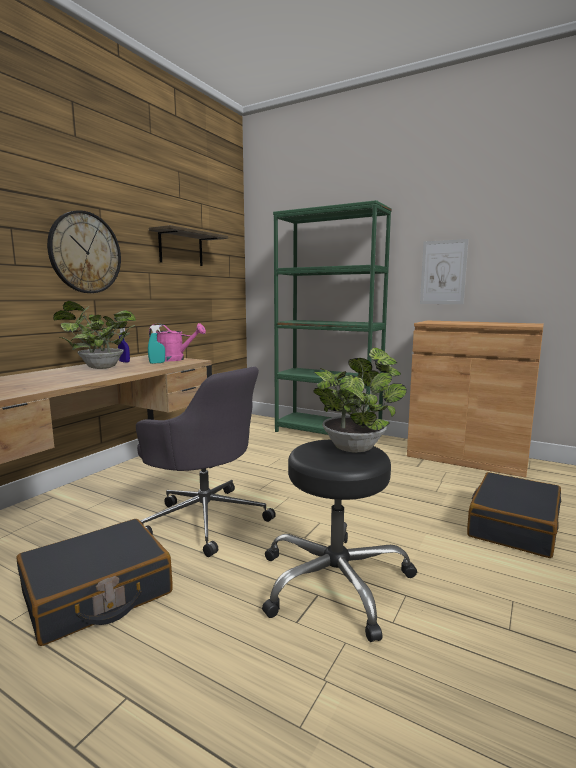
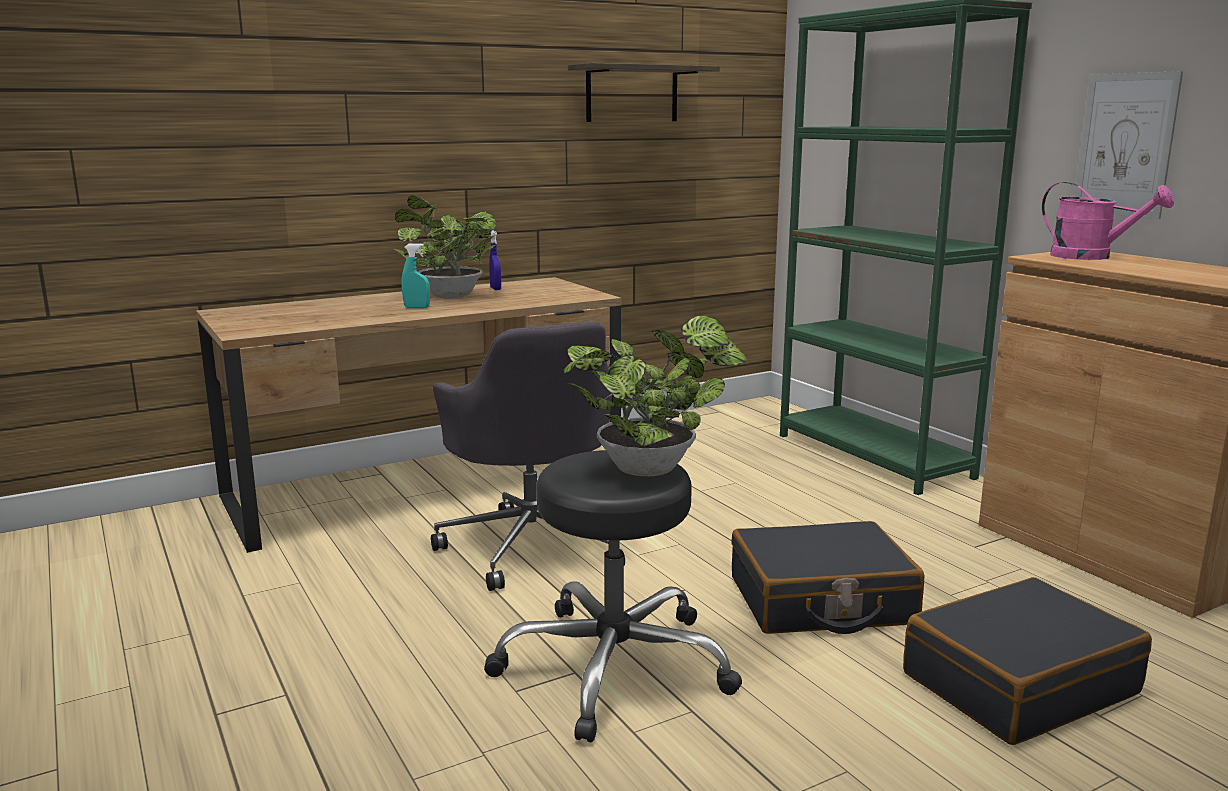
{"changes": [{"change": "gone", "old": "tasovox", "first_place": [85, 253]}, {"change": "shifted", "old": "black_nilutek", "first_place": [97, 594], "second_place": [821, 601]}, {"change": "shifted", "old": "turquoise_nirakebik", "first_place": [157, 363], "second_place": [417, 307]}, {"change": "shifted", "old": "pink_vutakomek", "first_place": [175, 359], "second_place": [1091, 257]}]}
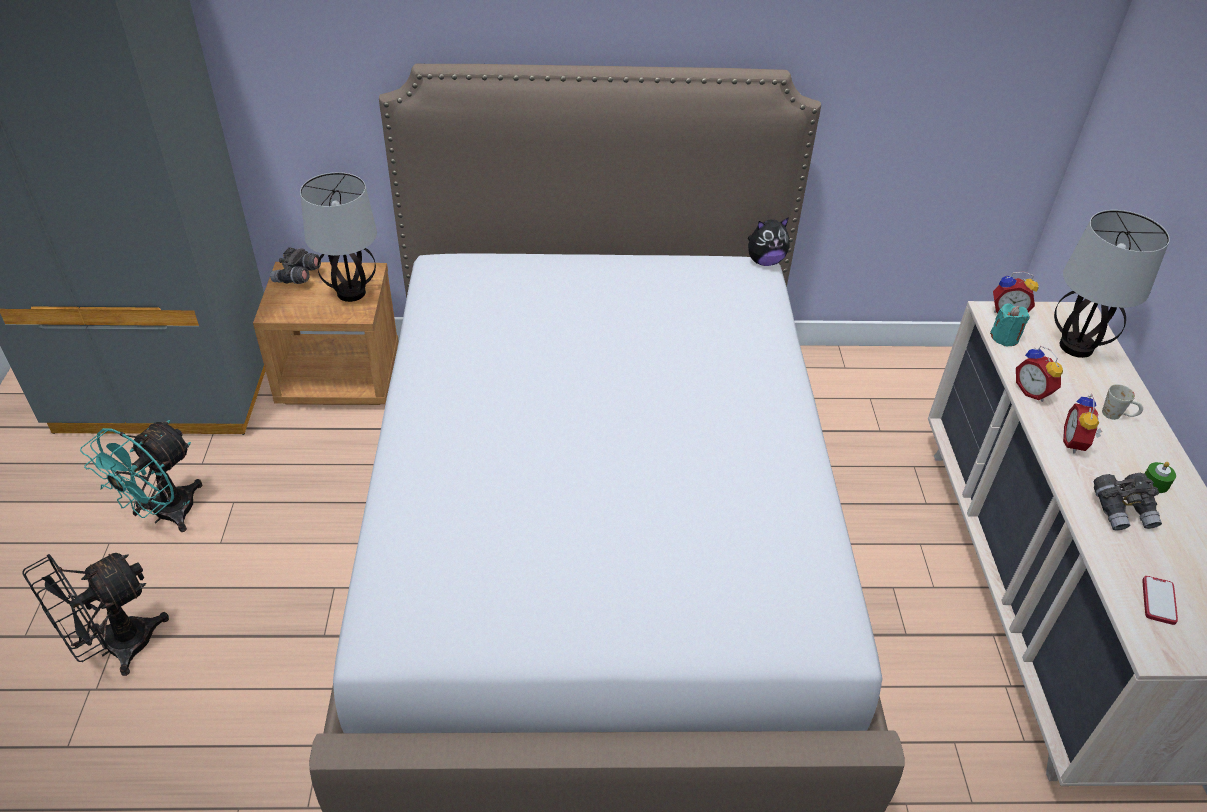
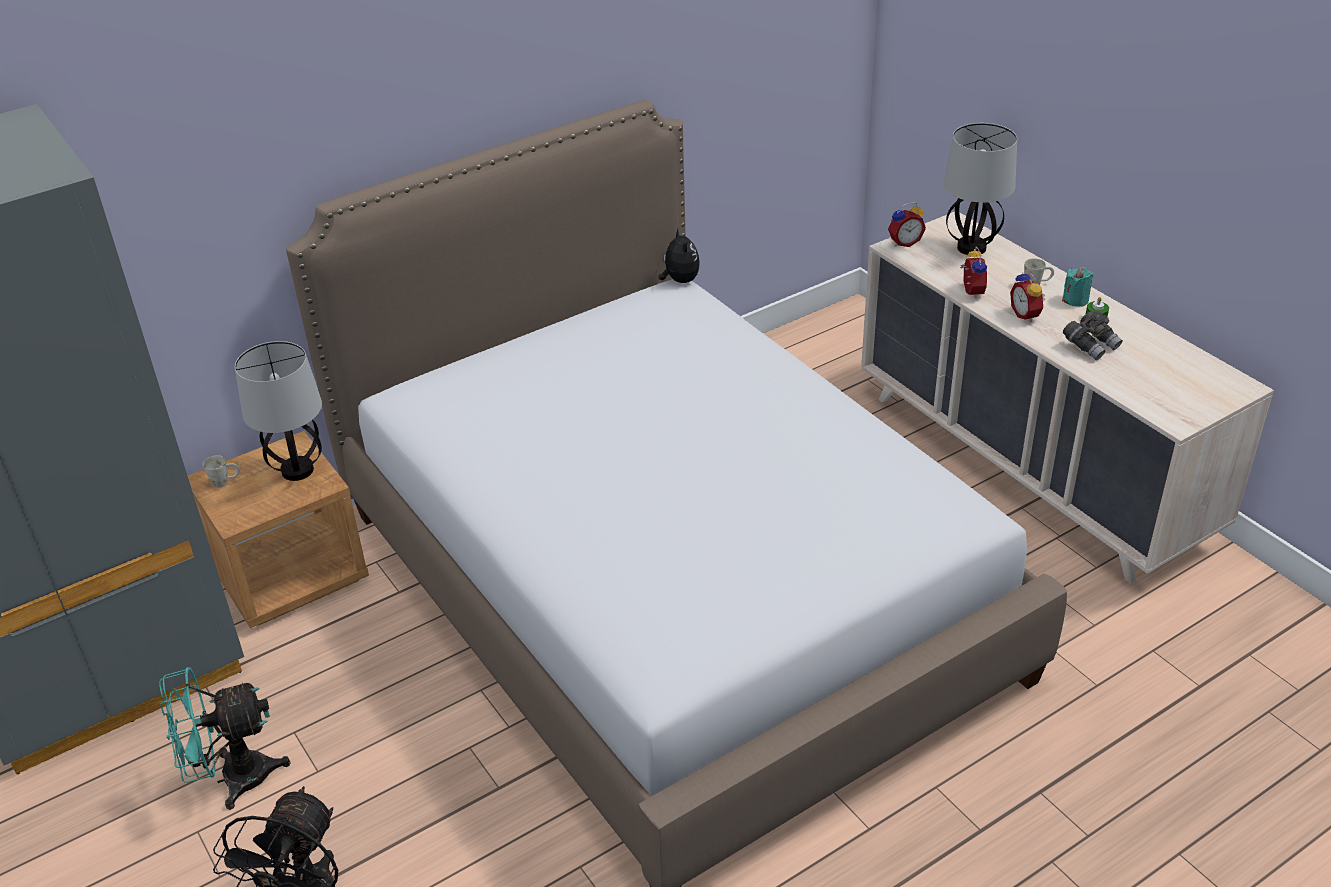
{"changes": [{"change": "gone", "old": "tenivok", "first_place": [1158, 601]}, {"change": "shifted", "old": "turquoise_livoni", "first_place": [1004, 338], "second_place": [1075, 300]}, {"change": "swapped", "old": "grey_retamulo", "new": "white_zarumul", "first_place": [297, 278], "second_place": [225, 481]}, {"change": "rotated", "old": "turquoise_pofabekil", "first_place": [165, 515], "second_place": [232, 779], "degrees": 75}, {"change": "rotated", "old": "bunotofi", "first_place": [765, 261], "second_place": [680, 280], "degrees": -60}, {"change": "rotated", "old": "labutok", "first_place": [1033, 392], "second_place": [970, 292], "degrees": -120}]}
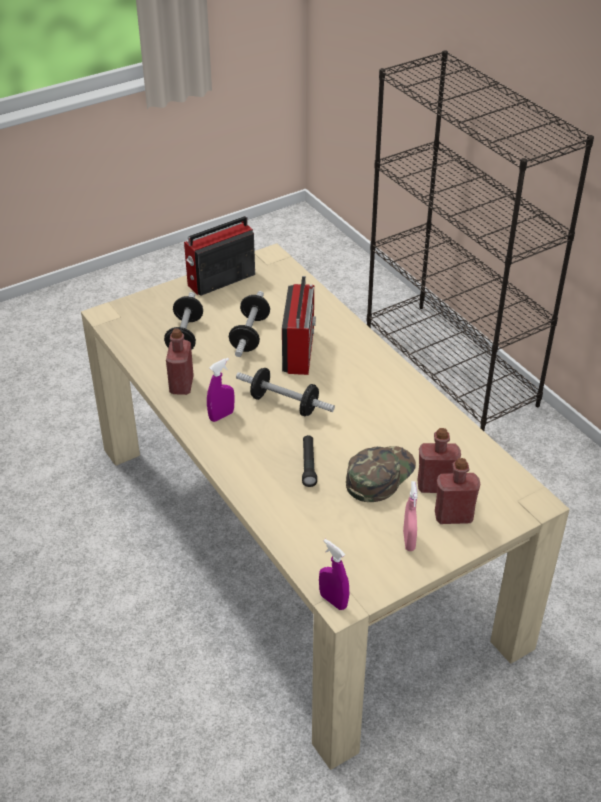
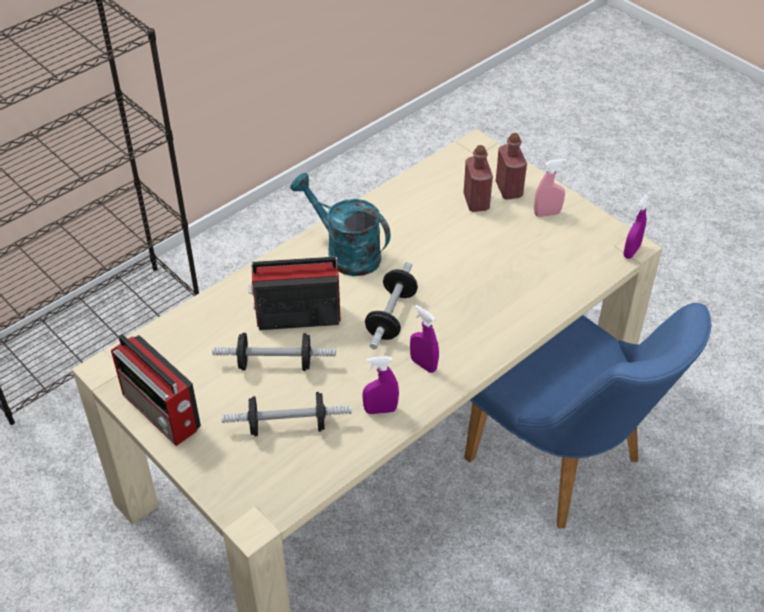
{"changes": [{"change": "gone", "old": "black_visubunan", "first_place": [308, 465]}, {"change": "gone", "old": "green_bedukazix", "first_place": [379, 475]}, {"change": "new", "new": "turquoise_vutakomek", "second_place": [345, 252]}, {"change": "new", "new": "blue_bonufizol", "second_place": [566, 466]}, {"change": "swapped", "old": "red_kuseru", "new": "purple_nirakebik", "first_place": [181, 385], "second_place": [380, 410]}]}
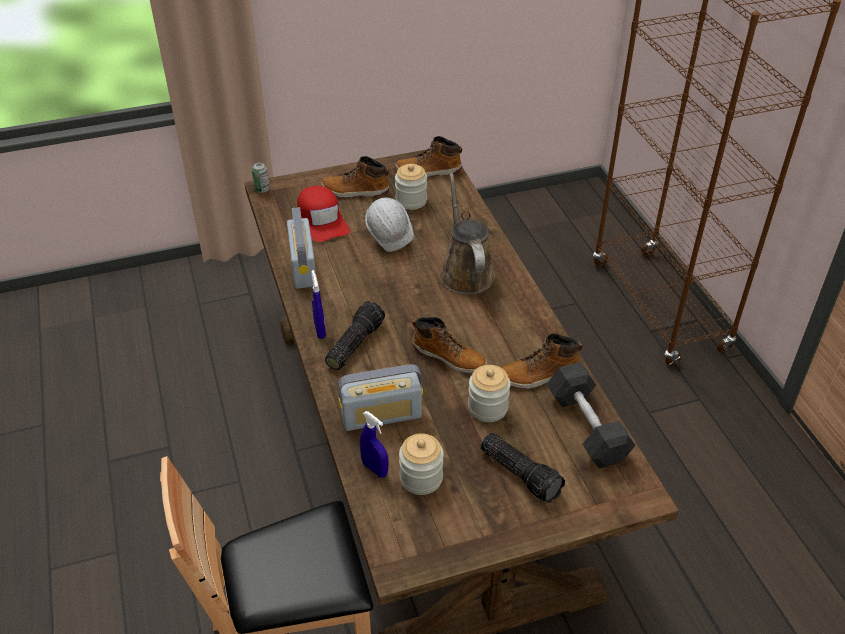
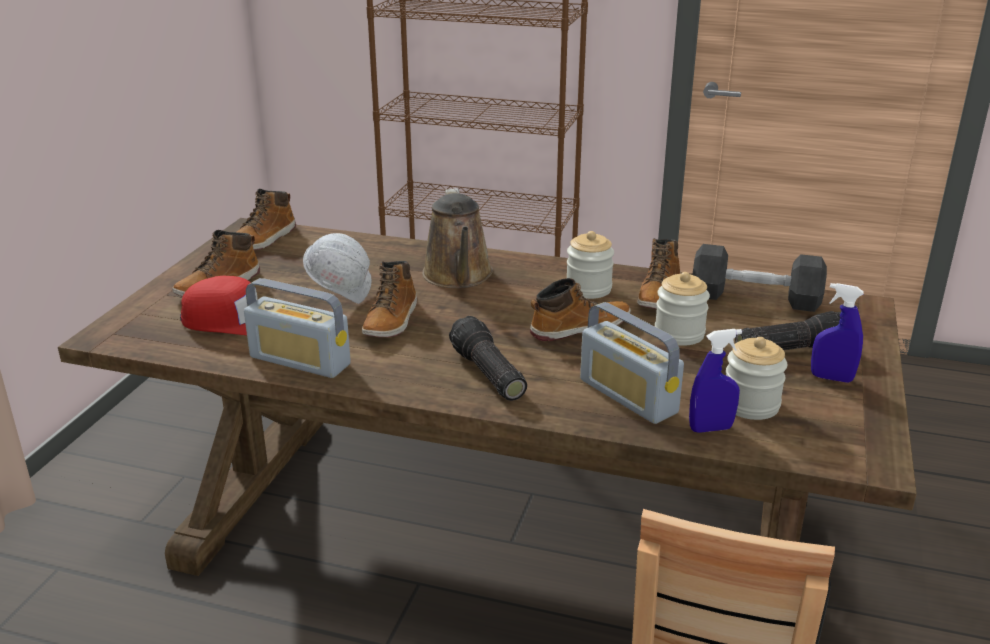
{"changes": [{"change": "gone", "old": "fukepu", "first_place": [262, 189]}, {"change": "new", "new": "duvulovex", "second_place": [392, 321]}, {"change": "shifted", "old": "blue_nirakebik", "first_place": [320, 330], "second_place": [831, 378]}, {"change": "shifted", "old": "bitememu", "first_place": [411, 201], "second_place": [588, 289]}, {"change": "rotated", "old": "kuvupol", "first_place": [381, 416], "second_place": [628, 396], "degrees": 120}, {"change": "rotated", "old": "brown_vutakomek", "first_place": [465, 272], "second_place": [458, 276], "degrees": -120}]}
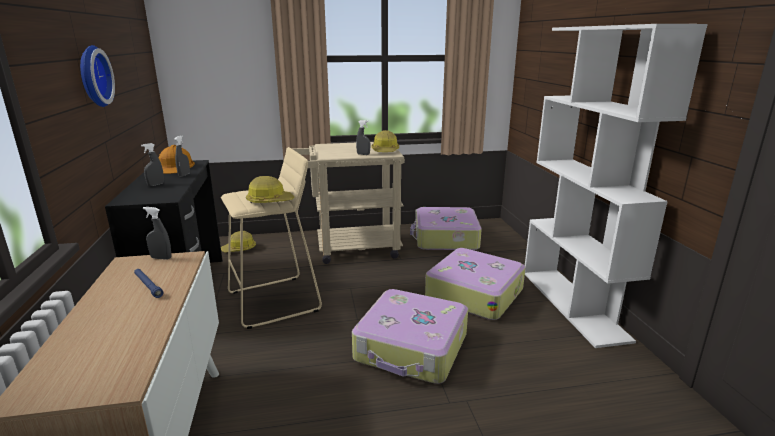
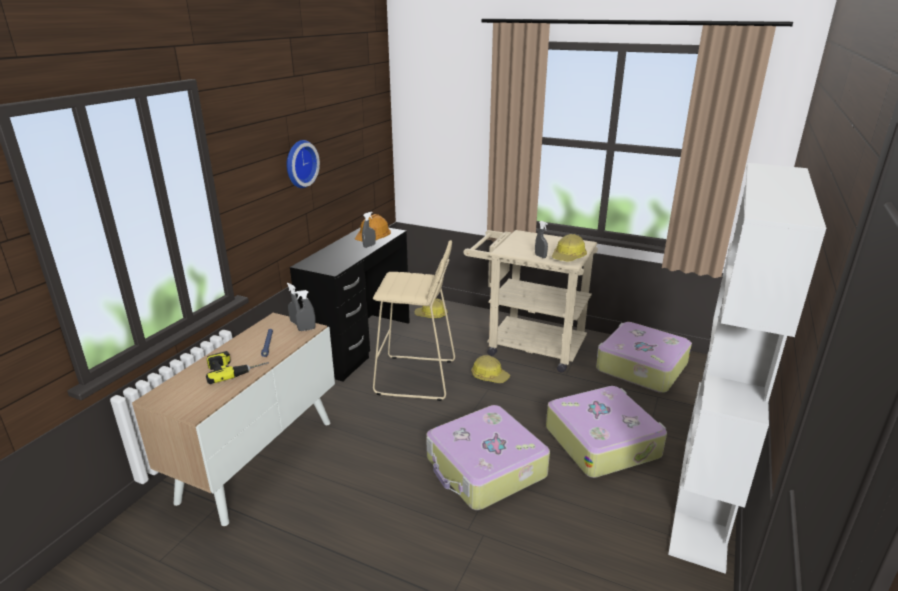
{"changes": [{"change": "new", "new": "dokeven", "second_place": [235, 368]}, {"change": "shifted", "old": "grey_nirakebik", "first_place": [156, 185], "second_place": [306, 329]}, {"change": "shifted", "old": "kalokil", "first_place": [270, 201], "second_place": [489, 376]}]}
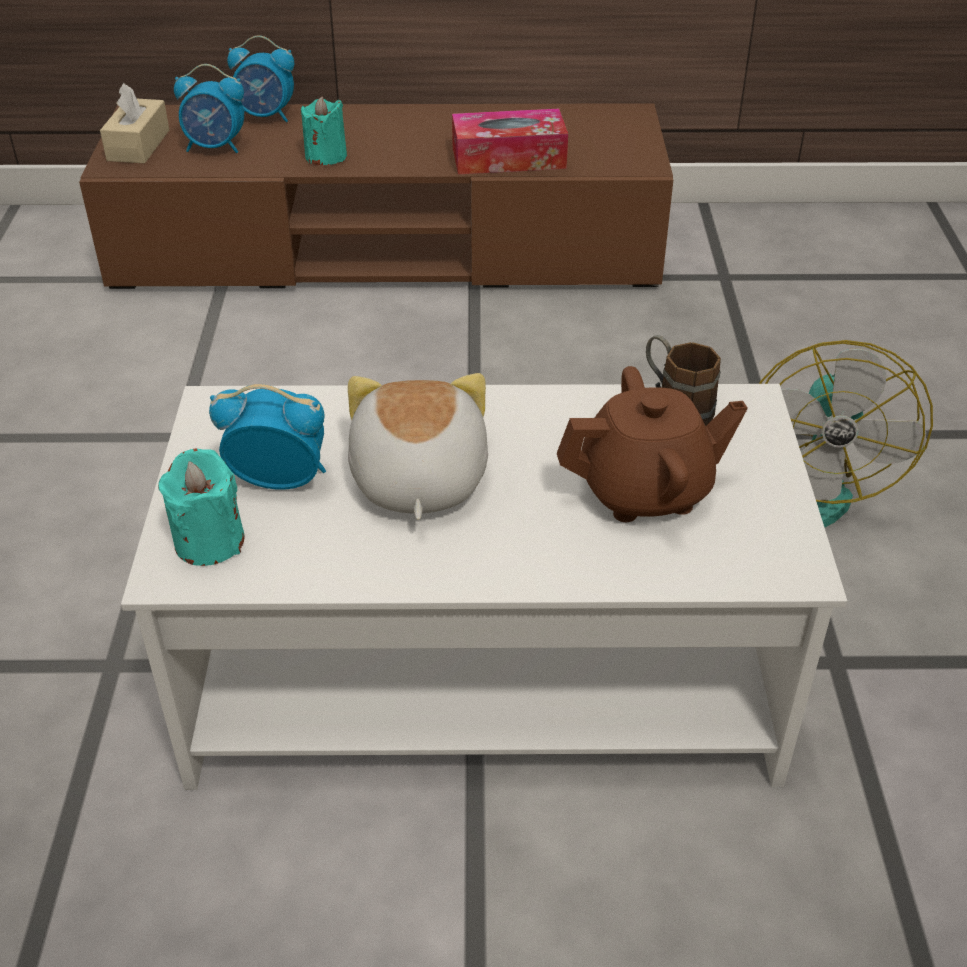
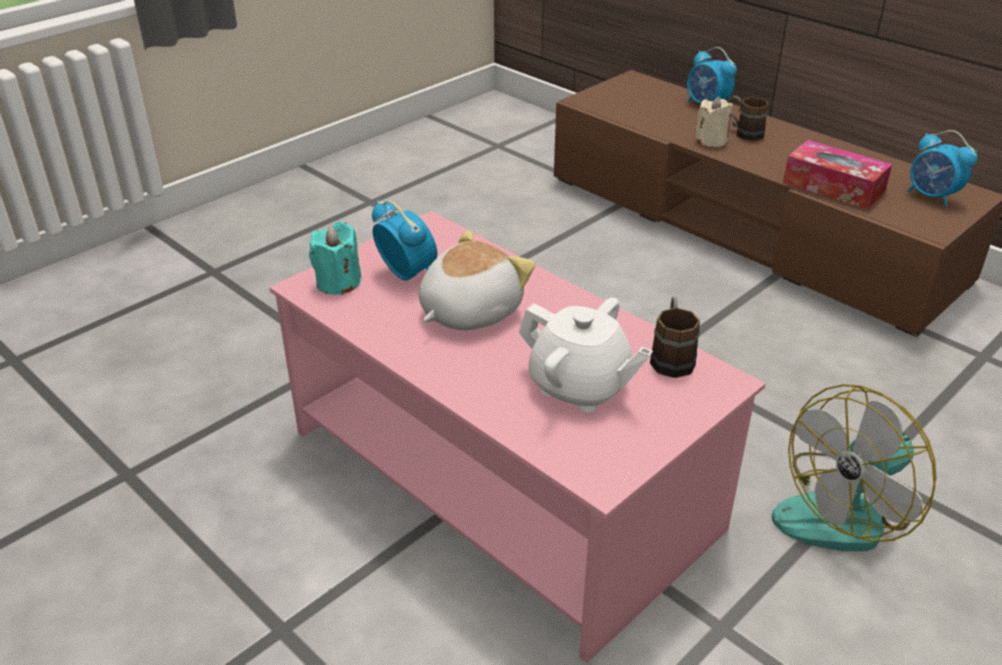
{"changes": [{"change": "gone", "old": "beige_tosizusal", "first_place": [138, 145]}, {"change": "new", "new": "brown_zarumul", "second_place": [743, 132]}, {"change": "shifted", "old": "labutok", "first_place": [215, 147], "second_place": [932, 197]}, {"change": "repainted", "old": "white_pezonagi", "new": "pink_pezonagi", "first_place": [479, 670], "second_place": [499, 477]}, {"change": "repainted", "old": "turquoise_livoni", "new": "beige_livoni", "first_place": [326, 156], "second_place": [711, 140]}, {"change": "repainted", "old": "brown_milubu", "new": "white_milubu", "first_place": [646, 491], "second_place": [580, 387]}]}
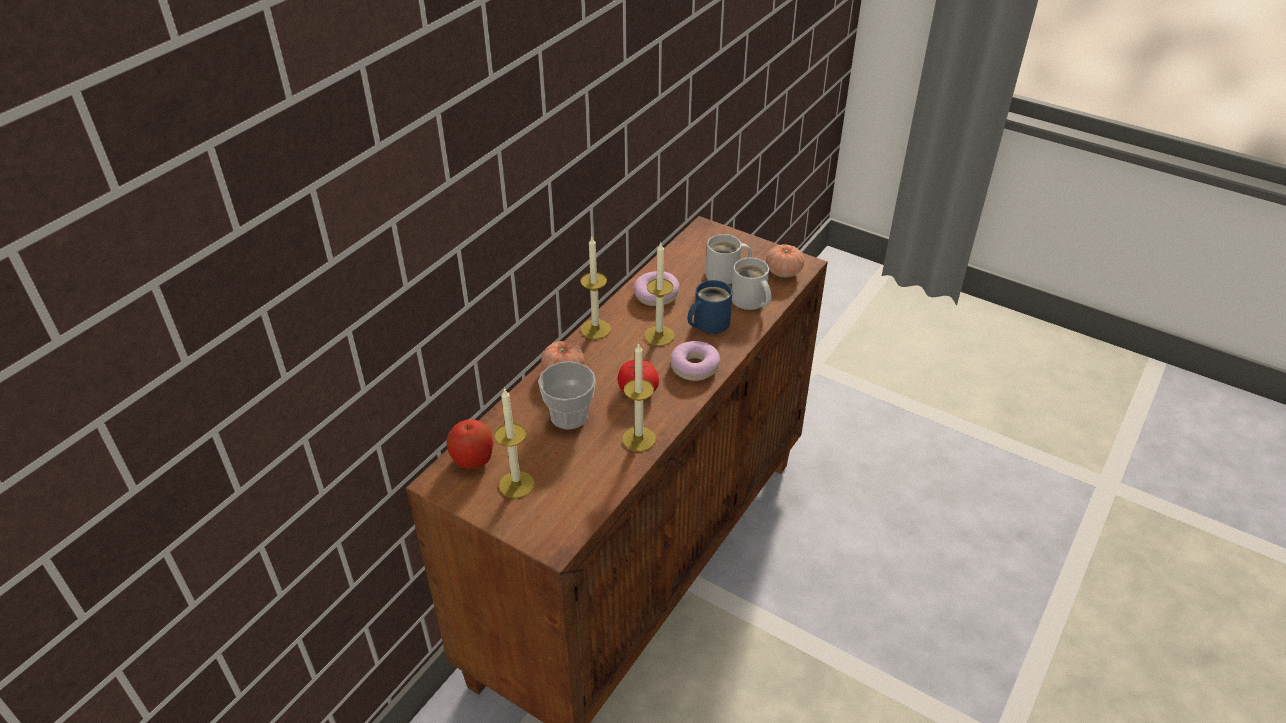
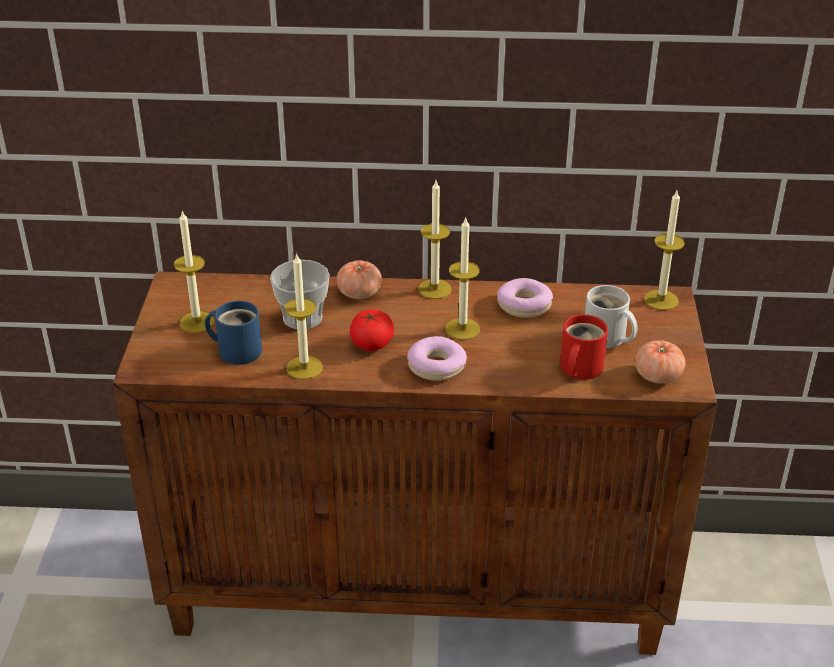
{"changes": [{"change": "gone", "old": "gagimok", "first_place": [473, 460]}, {"change": "new", "new": "livoni", "second_place": [661, 300]}, {"change": "shifted", "old": "blue_zarumul", "first_place": [708, 323], "second_place": [237, 349]}, {"change": "repainted", "old": "white_zarumul", "new": "red_zarumul", "first_place": [750, 301], "second_place": [578, 368]}]}
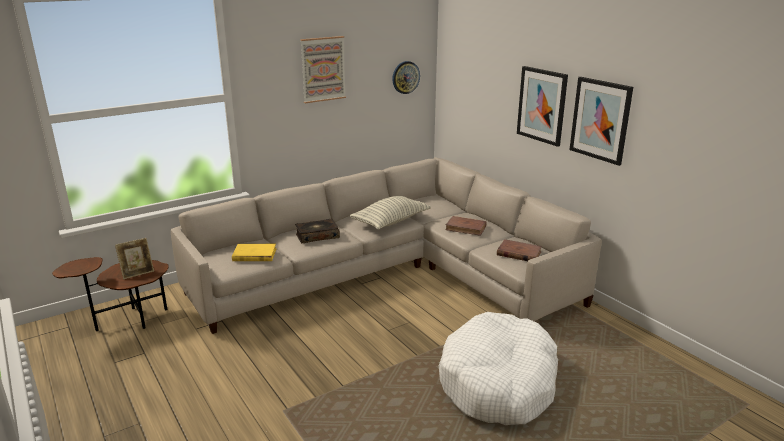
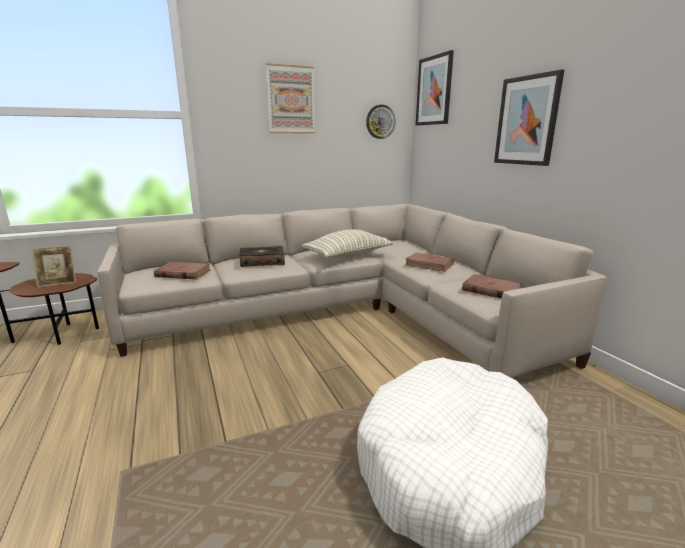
{"changes": [{"change": "shifted", "old": "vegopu", "first_place": [600, 120], "second_place": [434, 90]}, {"change": "repainted", "old": "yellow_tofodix", "new": "brown_tofodix", "first_place": [254, 255], "second_place": [183, 273]}]}
